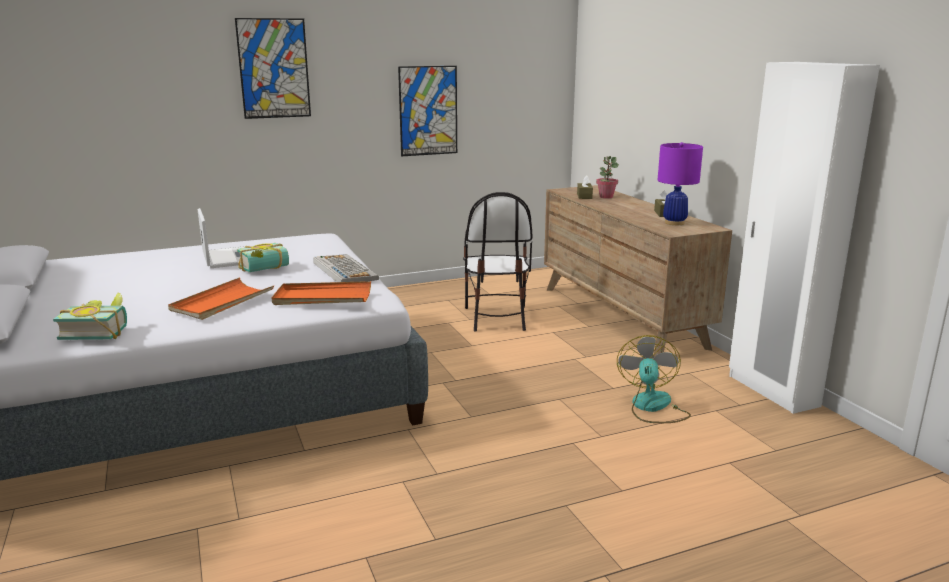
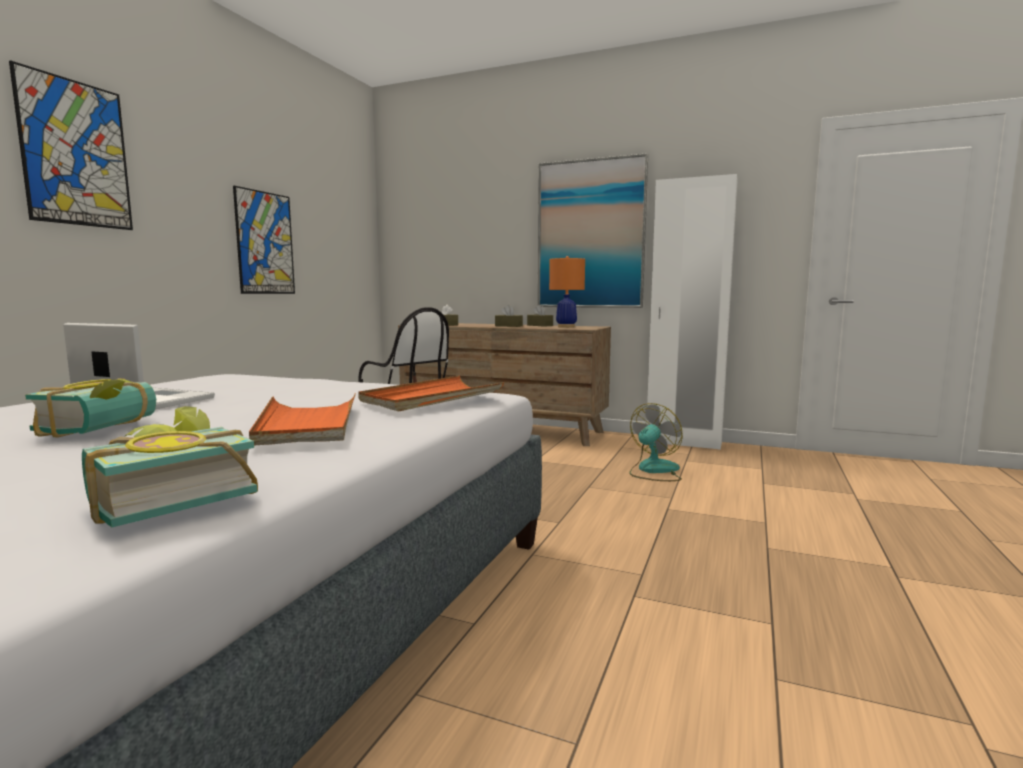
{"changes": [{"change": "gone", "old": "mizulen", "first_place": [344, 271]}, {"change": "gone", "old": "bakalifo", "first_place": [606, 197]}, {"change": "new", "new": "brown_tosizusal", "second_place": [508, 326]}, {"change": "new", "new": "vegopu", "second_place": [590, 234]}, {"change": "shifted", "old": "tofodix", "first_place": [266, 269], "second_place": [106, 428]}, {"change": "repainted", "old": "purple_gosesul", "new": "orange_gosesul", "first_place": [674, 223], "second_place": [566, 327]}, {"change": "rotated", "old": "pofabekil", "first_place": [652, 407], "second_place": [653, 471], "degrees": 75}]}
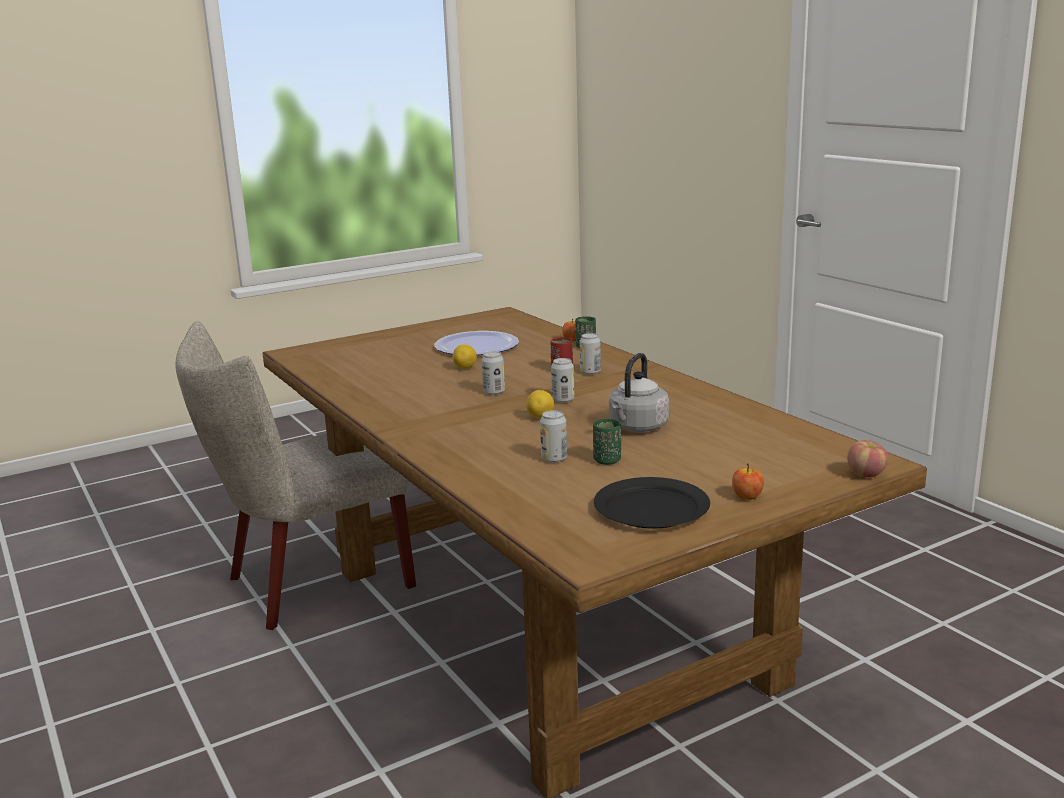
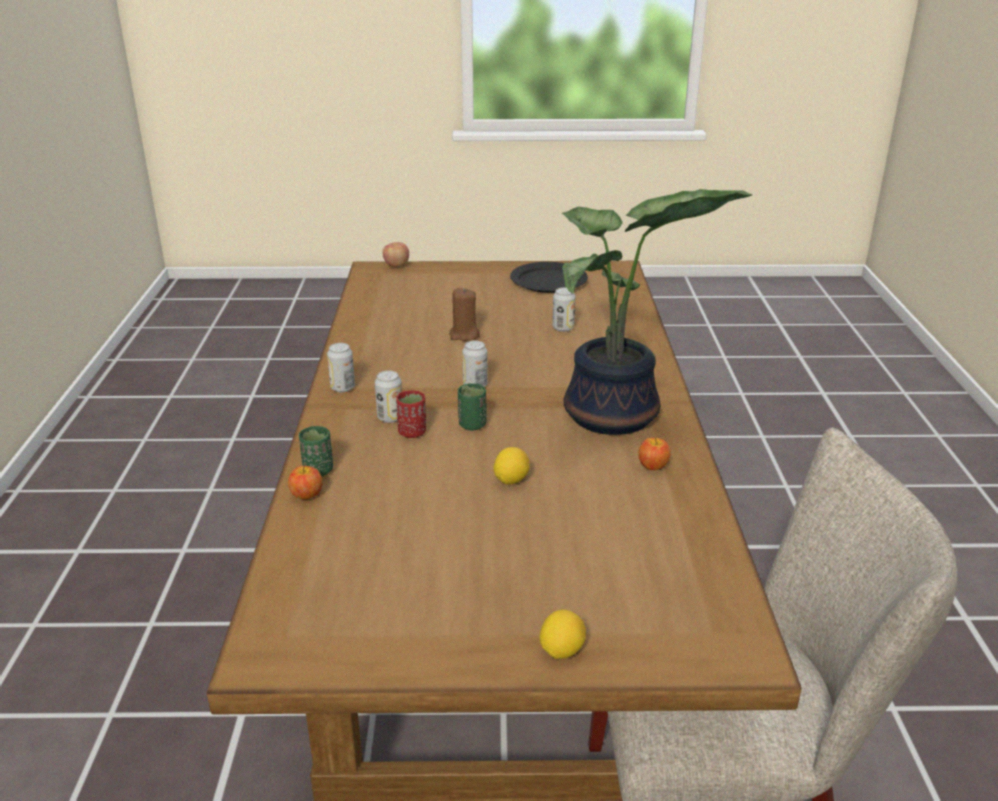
{"changes": [{"change": "gone", "old": "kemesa", "first_place": [476, 346]}, {"change": "new", "new": "bakalifo", "second_place": [614, 418]}, {"change": "shifted", "old": "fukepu", "first_place": [494, 392], "second_place": [342, 388]}, {"change": "shifted", "old": "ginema", "first_place": [541, 417], "second_place": [561, 651]}, {"change": "shifted", "old": "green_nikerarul", "first_place": [607, 460], "second_place": [472, 425]}, {"change": "shifted", "old": "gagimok", "first_place": [747, 497], "second_place": [653, 466]}, {"change": "swapped", "old": "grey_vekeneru", "new": "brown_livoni", "first_place": [637, 428], "second_place": [464, 335]}]}
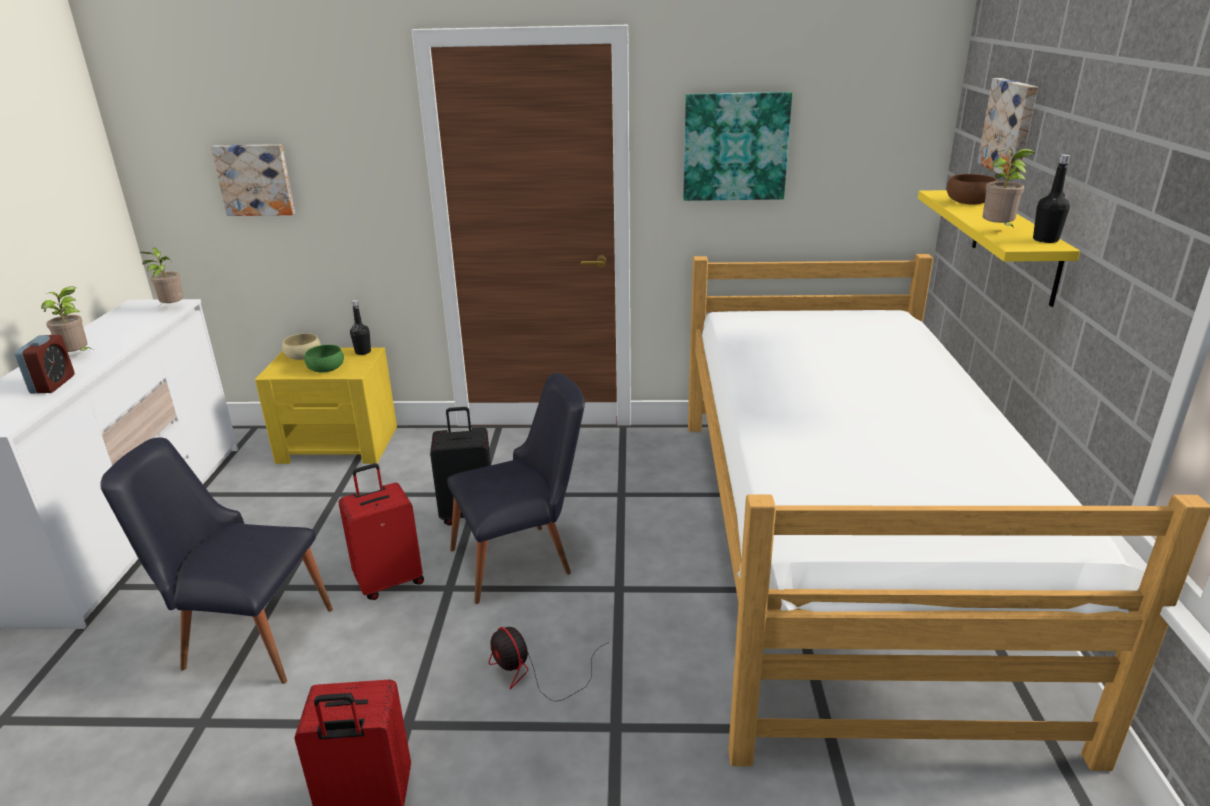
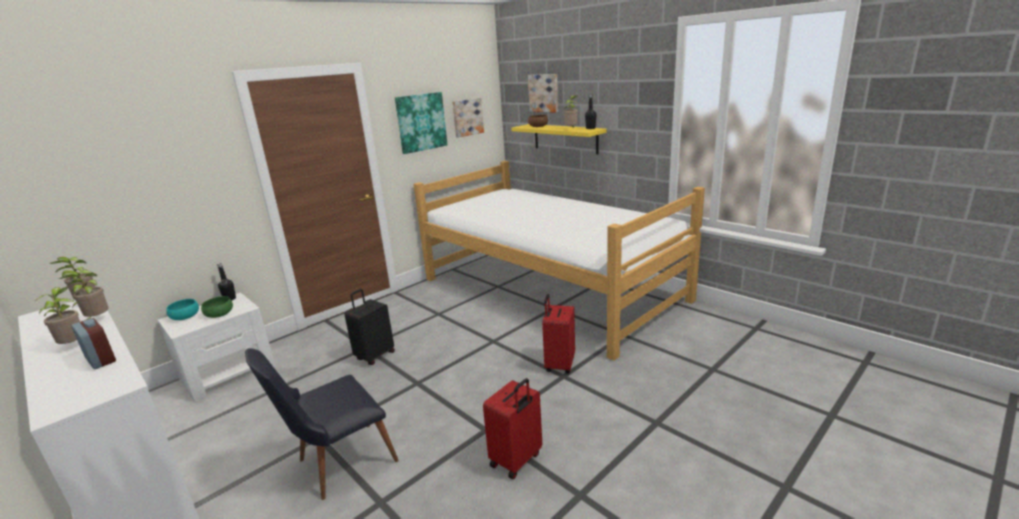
{"changes": [{"change": "gone", "old": "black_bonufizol", "first_place": [523, 560]}, {"change": "gone", "old": "pofabekil", "first_place": [534, 673]}, {"change": "new", "new": "bakalifo", "second_place": [97, 320]}, {"change": "shifted", "old": "vegopu", "first_place": [255, 179], "second_place": [467, 117]}, {"change": "shifted", "old": "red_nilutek", "first_place": [389, 581], "second_place": [559, 365]}, {"change": "repainted", "old": "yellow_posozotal", "new": "white_posozotal", "first_place": [338, 444], "second_place": [228, 372]}, {"change": "repainted", "old": "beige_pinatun", "new": "turquoise_pinatun", "first_place": [303, 356], "second_place": [185, 316]}]}
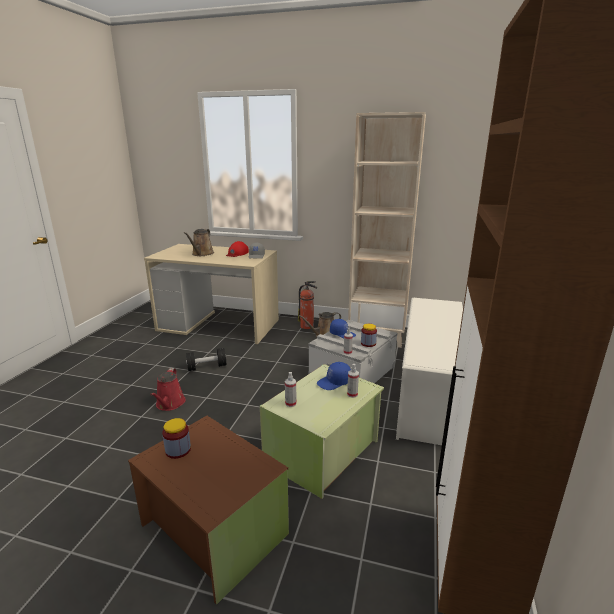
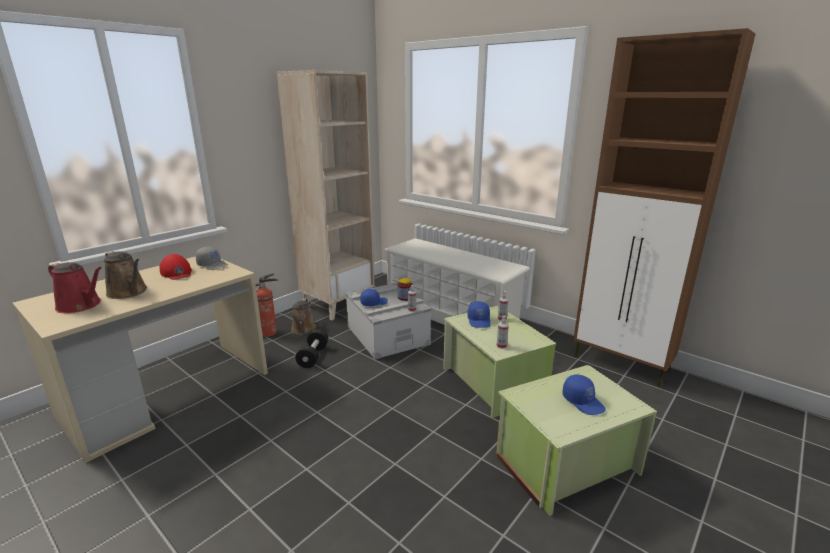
{"changes": [{"change": "gone", "old": "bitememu", "first_place": [178, 450]}, {"change": "new", "new": "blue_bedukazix", "second_place": [583, 401]}, {"change": "shifted", "old": "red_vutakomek", "first_place": [169, 404], "second_place": [81, 305]}, {"change": "shifted", "old": "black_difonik", "first_place": [207, 367], "second_place": [313, 356]}, {"change": "repainted", "old": "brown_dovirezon", "new": "green_dovirezon", "first_place": [215, 527], "second_place": [564, 463]}]}
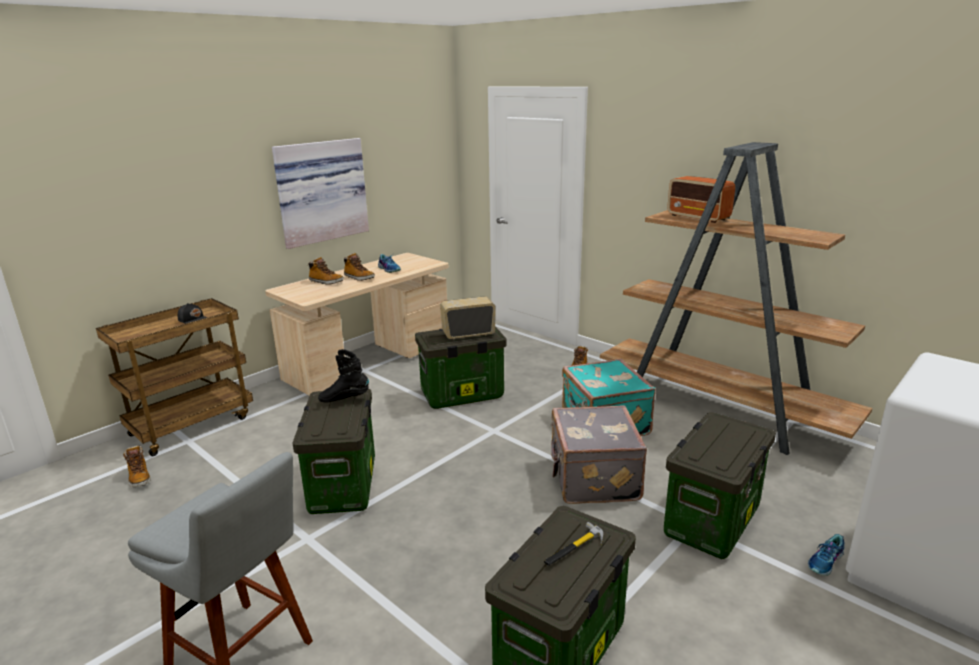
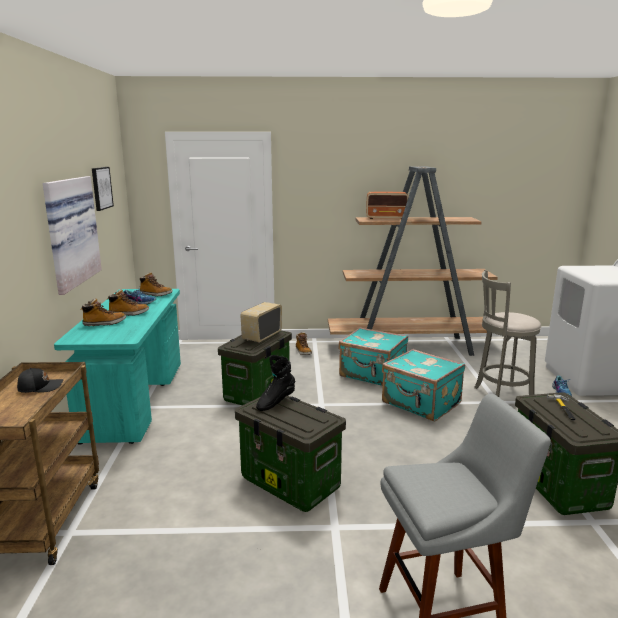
{"changes": [{"change": "new", "new": "vegopu", "second_place": [101, 188]}, {"change": "shifted", "old": "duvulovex", "first_place": [139, 477], "second_place": [155, 294]}, {"change": "swapped", "old": "dovirezon", "new": "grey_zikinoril", "first_place": [711, 520], "second_place": [500, 397]}, {"change": "repainted", "old": "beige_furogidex", "new": "turquoise_furogidex", "first_place": [370, 362], "second_place": [135, 400]}, {"change": "repainted", "old": "grey_nilutek", "new": "turquoise_nilutek", "first_place": [592, 478], "second_place": [421, 404]}]}
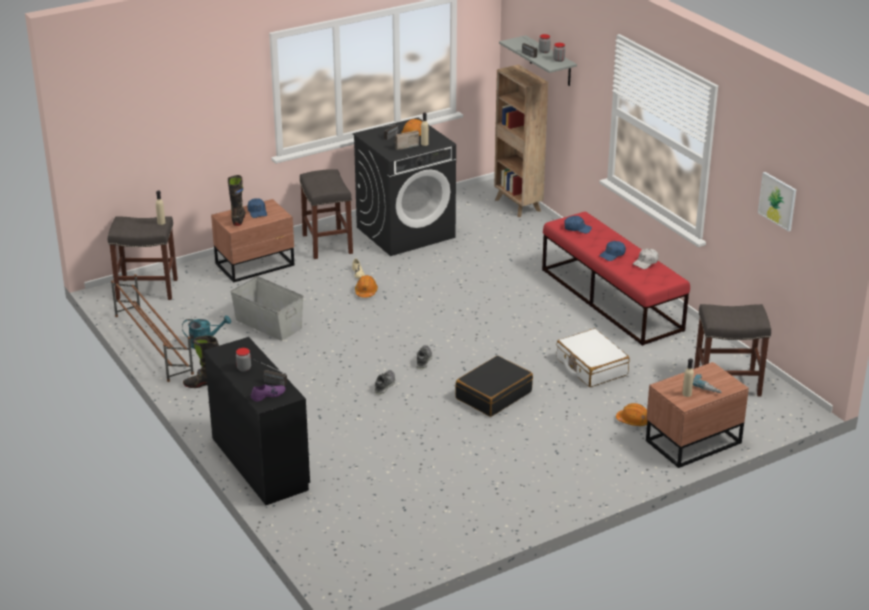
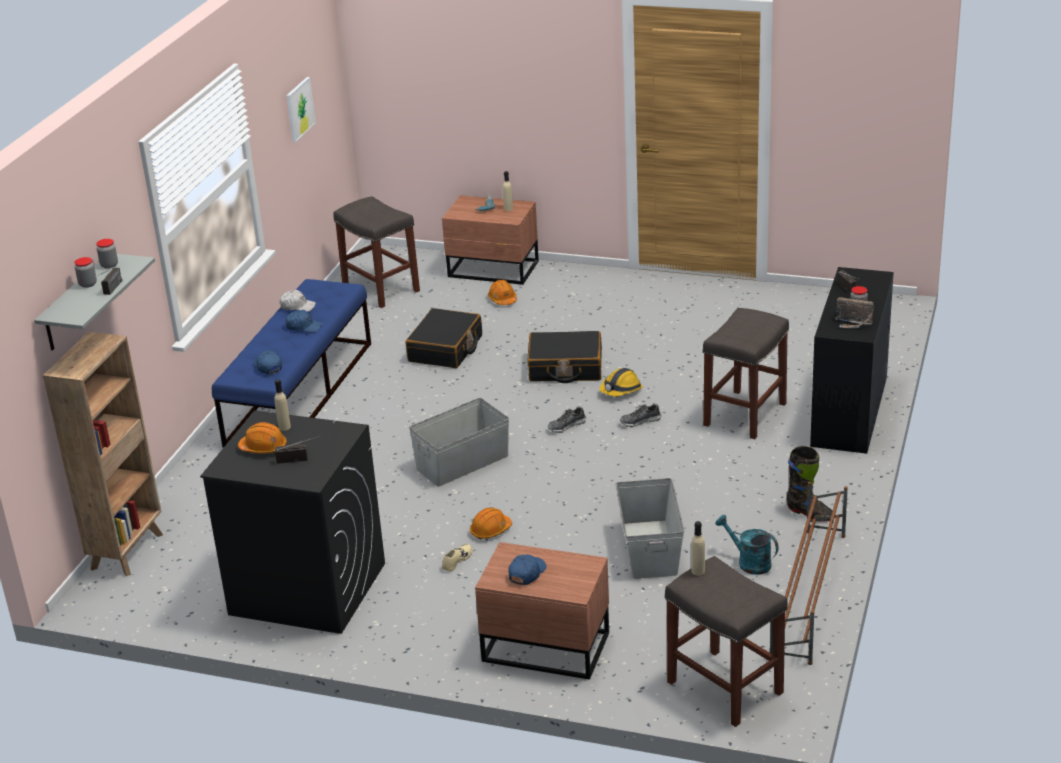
{"changes": [{"change": "gone", "old": "black_duvulovex", "first_place": [238, 219]}, {"change": "gone", "old": "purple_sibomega", "first_place": [268, 395]}, {"change": "new", "new": "grey_dovirezon", "second_place": [461, 462]}, {"change": "new", "new": "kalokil", "second_place": [621, 390]}, {"change": "shifted", "old": "grey_zikinoril", "first_place": [328, 244], "second_place": [745, 414]}, {"change": "shifted", "old": "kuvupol", "first_place": [404, 146], "second_place": [853, 324]}, {"change": "repainted", "old": "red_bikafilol", "new": "blue_bikafilol", "first_place": [611, 299], "second_place": [300, 393]}, {"change": "repainted", "old": "white_nilutek", "new": "black_nilutek", "first_place": [591, 367], "second_place": [446, 349]}]}
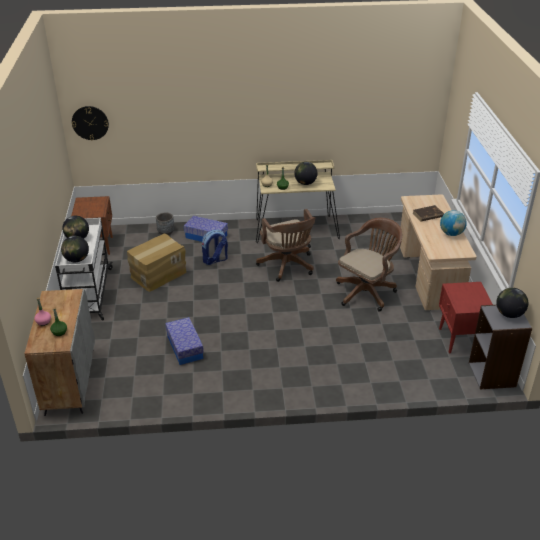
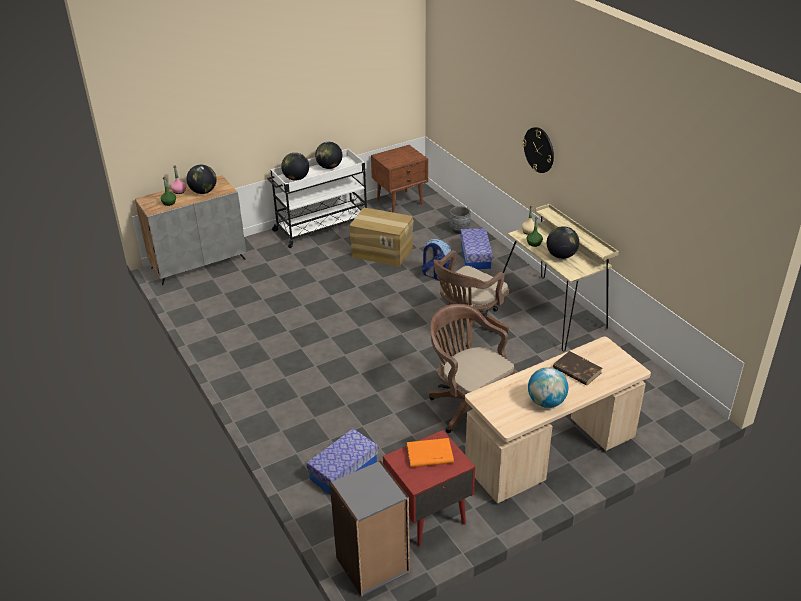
{"changes": [{"change": "new", "new": "orange_tofodix", "second_place": [429, 455]}, {"change": "shifted", "old": "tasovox", "first_place": [90, 123], "second_place": [539, 150]}, {"change": "shifted", "old": "dovirezon", "first_place": [185, 347], "second_place": [343, 470]}, {"change": "shifted", "old": "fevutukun", "first_place": [509, 314], "second_place": [203, 192]}, {"change": "rotated", "old": "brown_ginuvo", "first_place": [367, 291], "second_place": [468, 405], "degrees": -150}]}
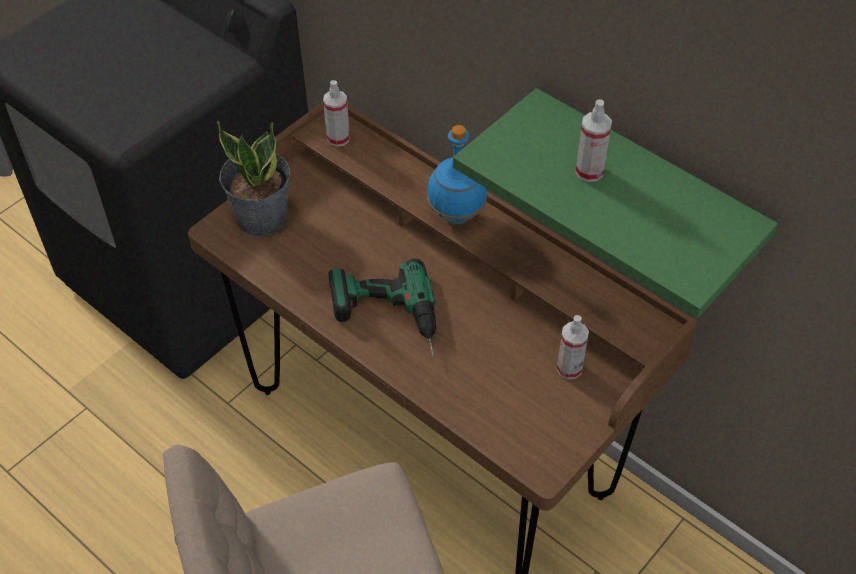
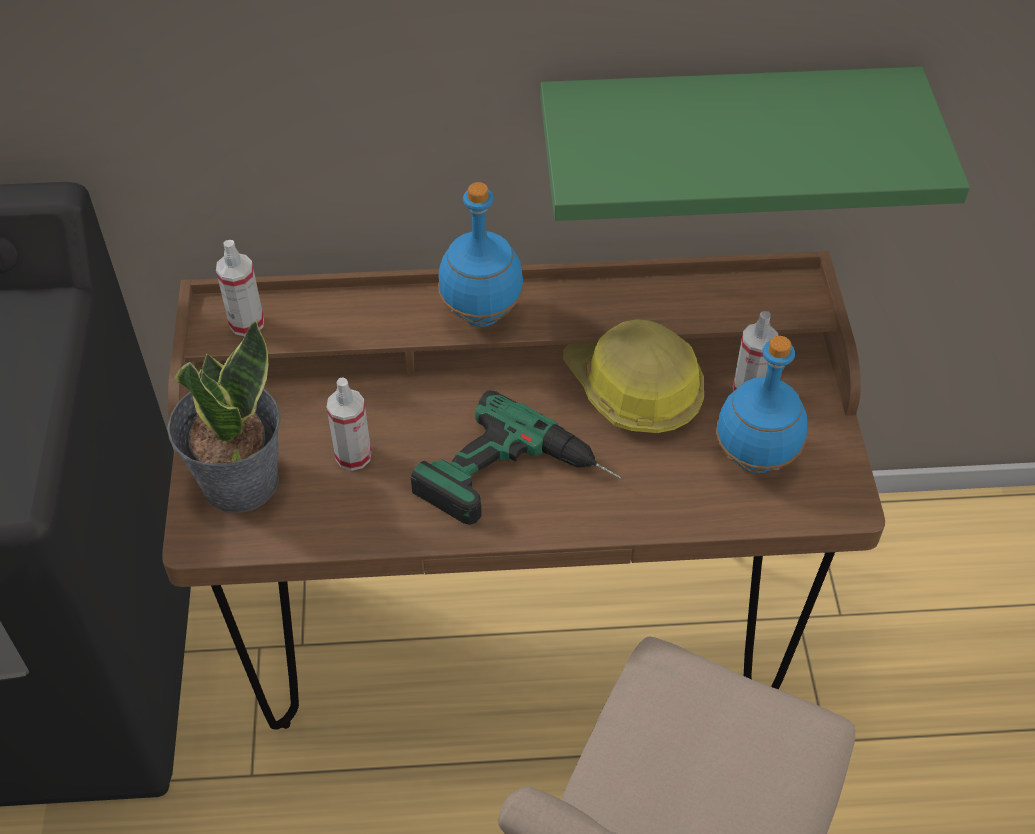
{"changes": [{"change": "new", "new": "kalokil", "second_place": [633, 389]}, {"change": "new", "new": "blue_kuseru", "second_place": [754, 457]}, {"change": "shifted", "old": "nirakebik", "first_place": [589, 171], "second_place": [353, 456]}]}
